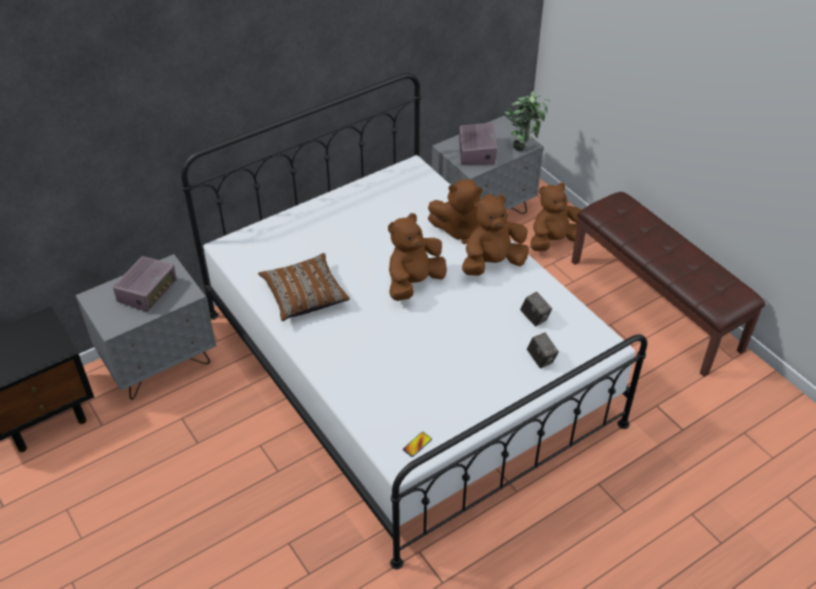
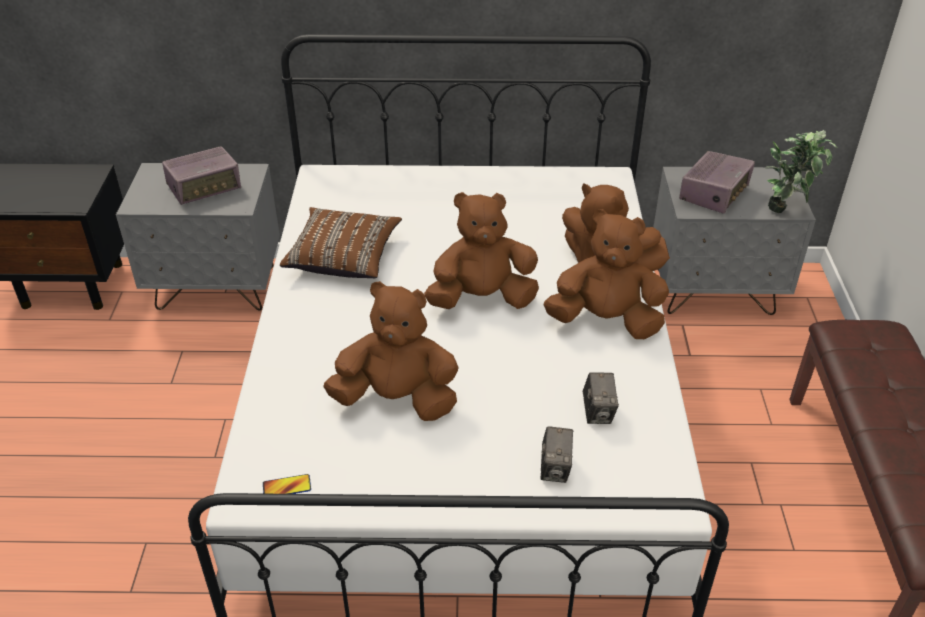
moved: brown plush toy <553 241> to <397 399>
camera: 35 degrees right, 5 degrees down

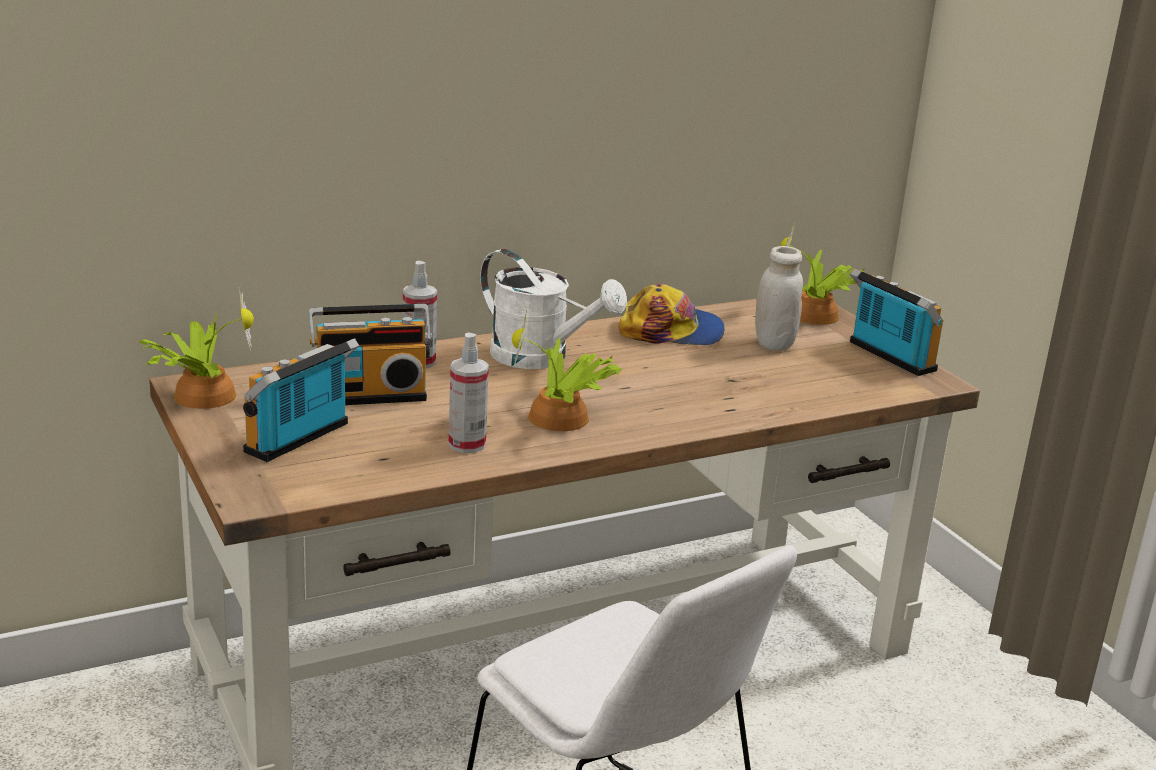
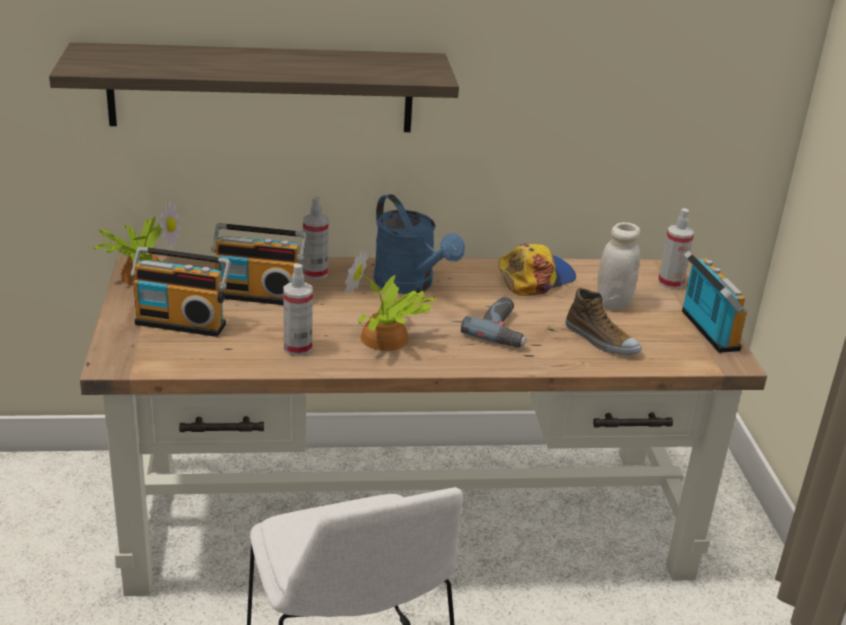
added: shelf <261 88>; power drill <503 330>; shoe <600 340>
replaced: potted plant <816 316> to spray bottle <670 283>
recoloured: white watering can <541 358> to blue watering can <410 285>
turned: radio <301 439> = <182 322> 135 degrees counterclockwise; cap <672 331> = <535 278> 60 degrees counterclockwise
camera: 20 degrees right, 5 degrees up

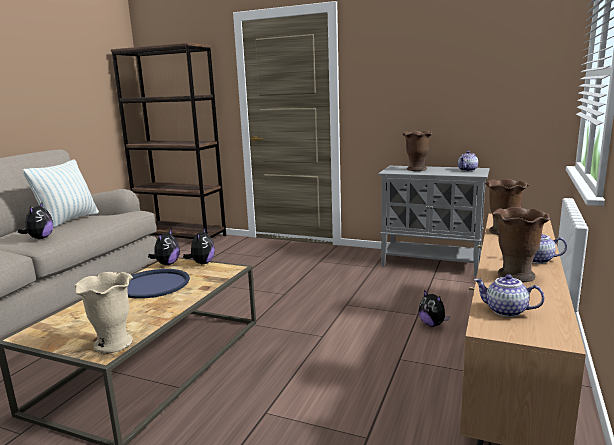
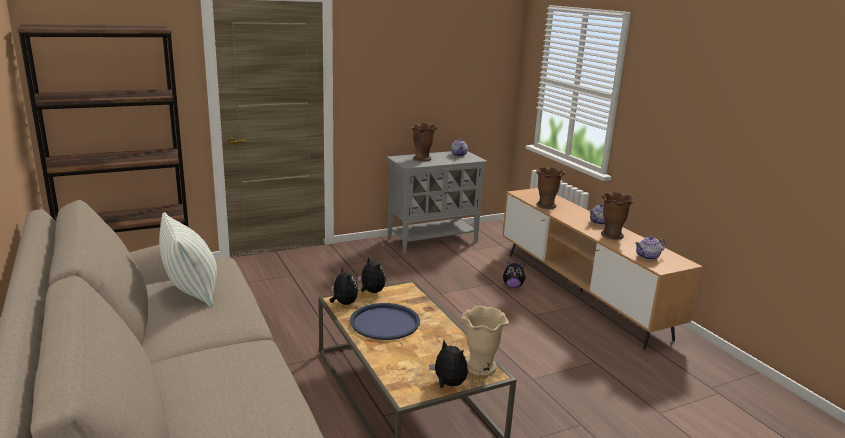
moved: plush toy <40 238> to <448 384>
camera: 50 degrees left, 5 degrees up

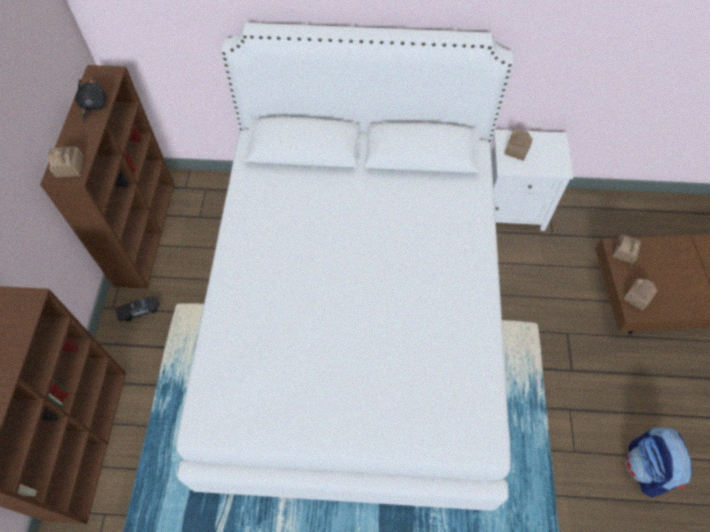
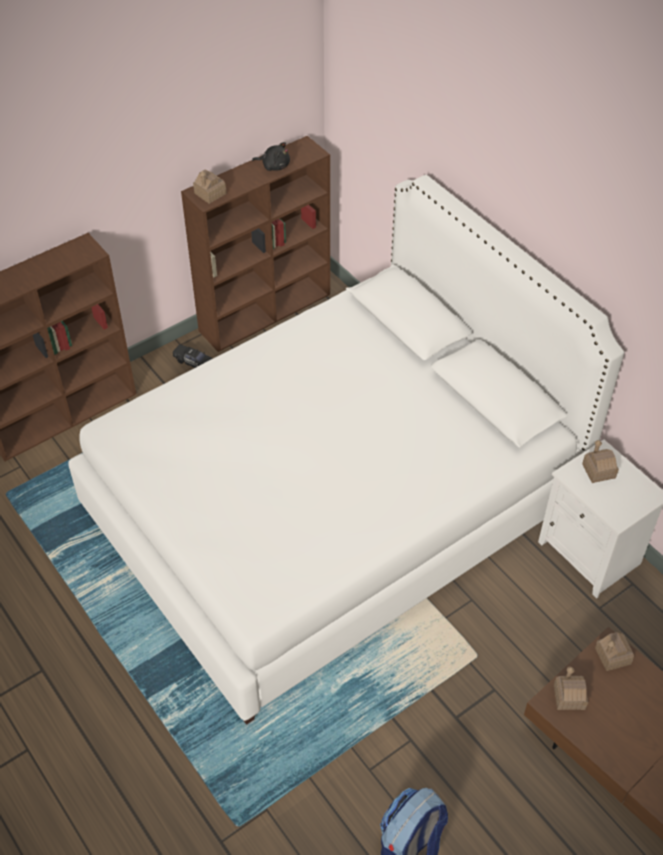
turned: black plush toy <93 106> = <274 166> 45 degrees clockwise
camera: 50 degrees right, 10 degrees down

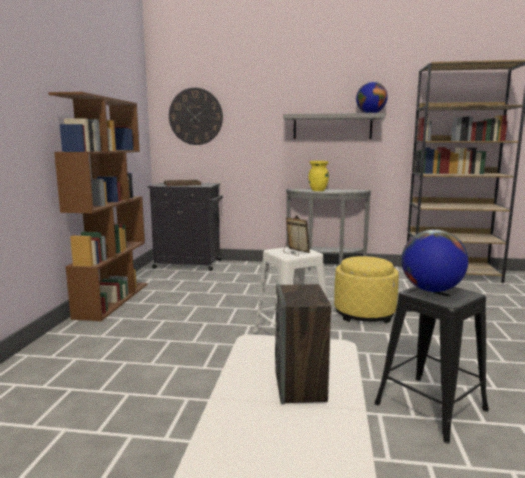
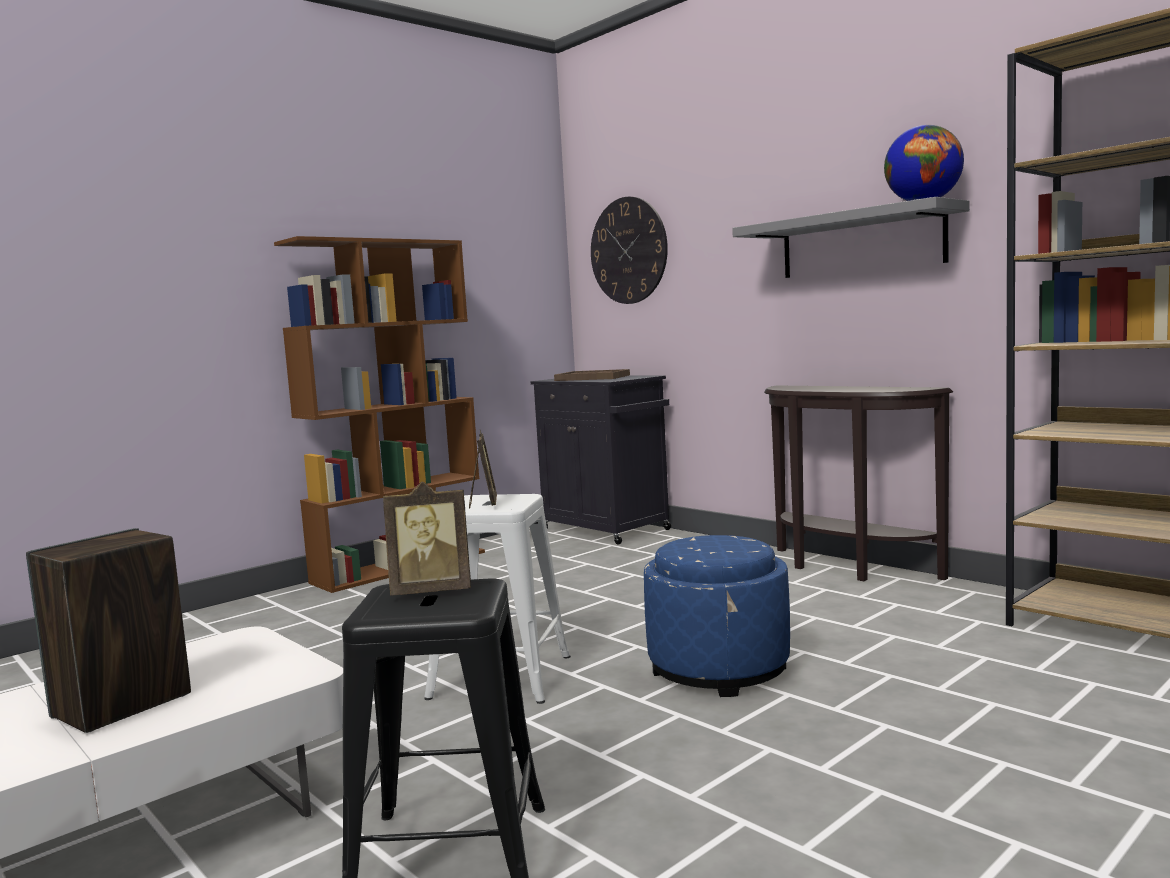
removed: yellow vase <318 190>
replaced: globe <431 290> to picture frame <432 591>
recoloured: grey console table <325 267> to brown console table <845 568>; yellow ottoman <364 313> to blue ottoman <718 669>
camera: 40 degrees right, 5 degrees down

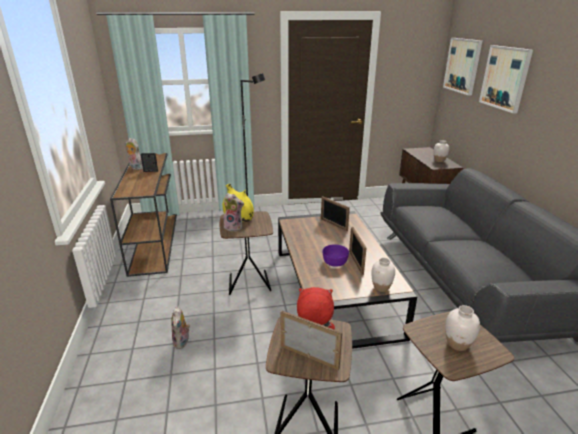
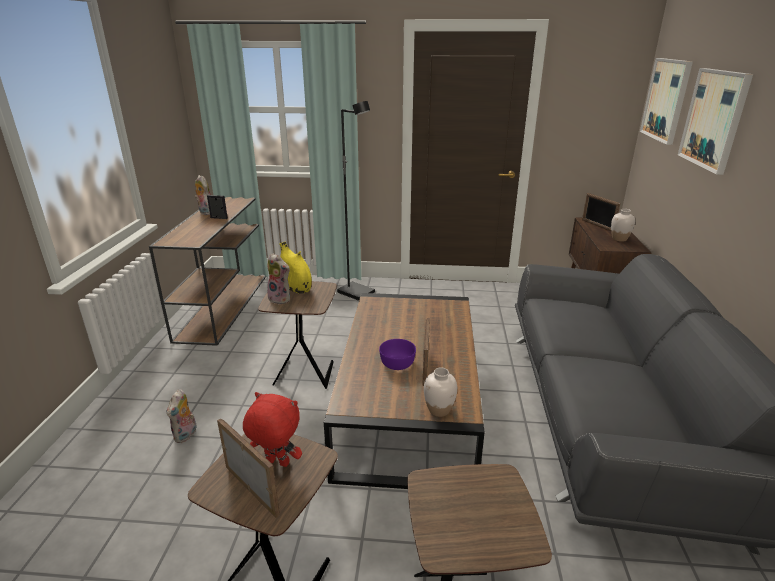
removed: white vase <457 344>
moved: picture frame <333 224> to <597 225>
camera: 15 degrees right, 0 degrees up

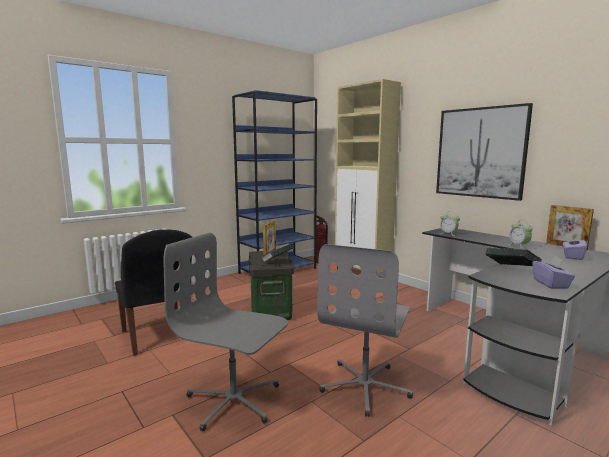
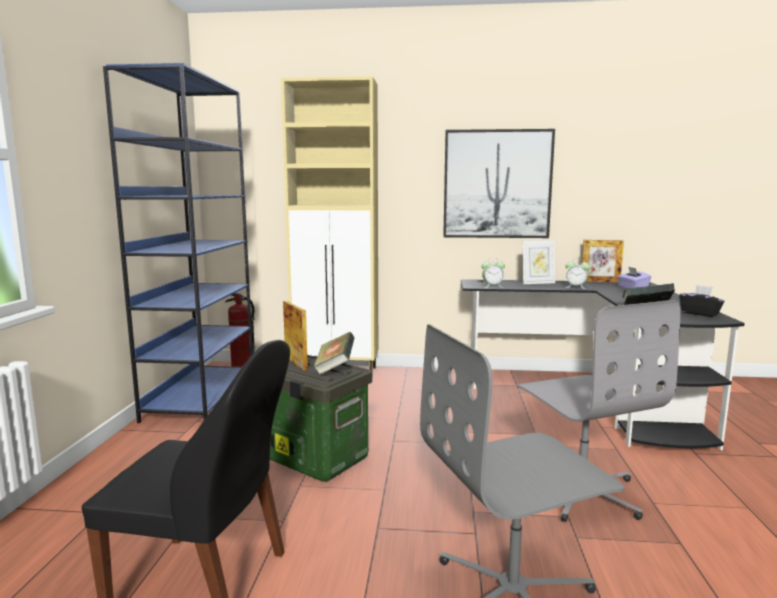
added: picture frame <537 283>
recoloured: purple tissue box <551 284> to black tissue box <700 313>
camera: 45 degrees left, 0 degrees up

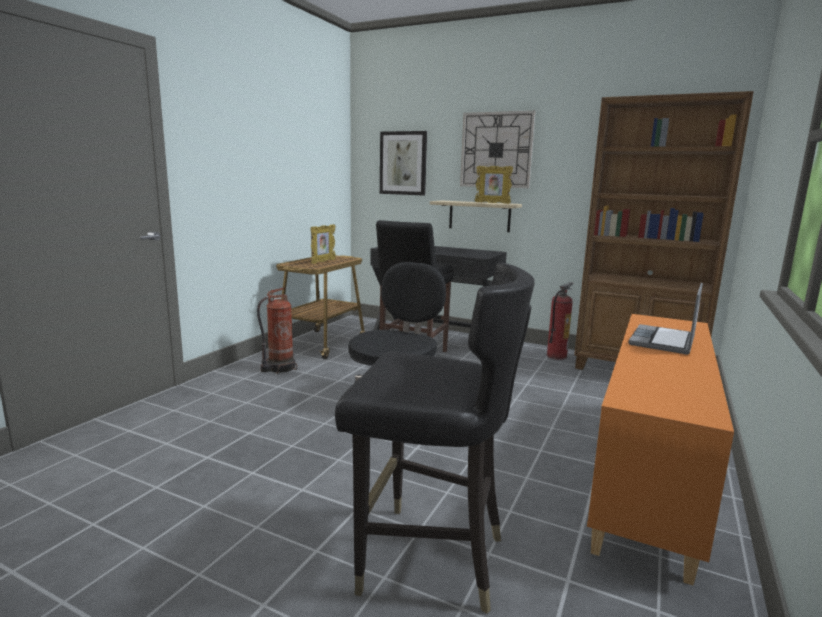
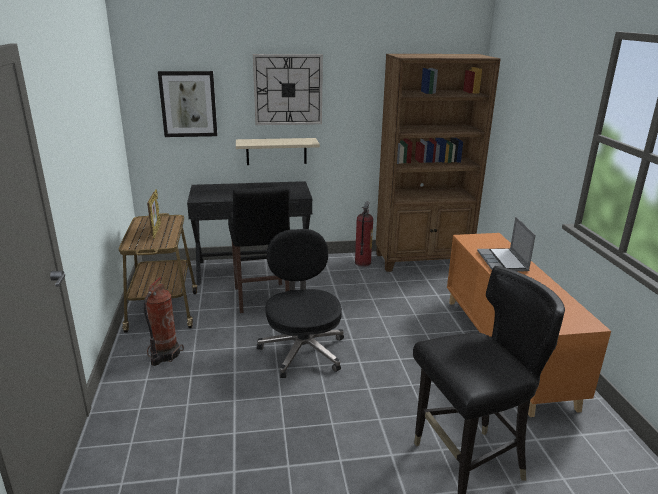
removed: picture frame <492 203>
camera: 35 degrees left, 10 degrees up

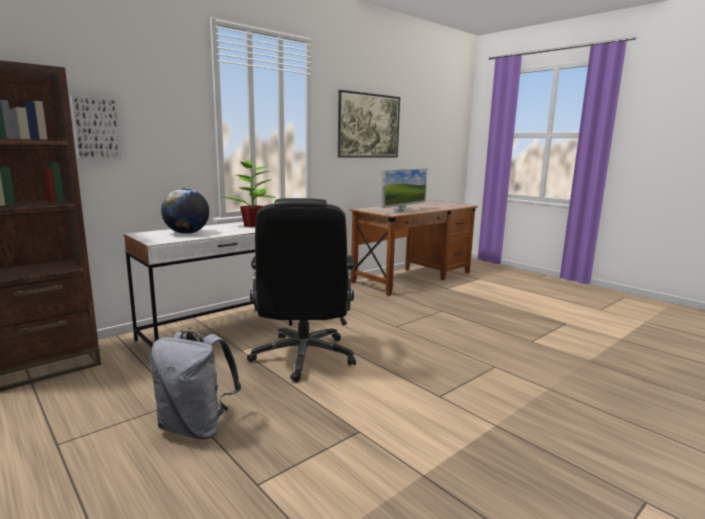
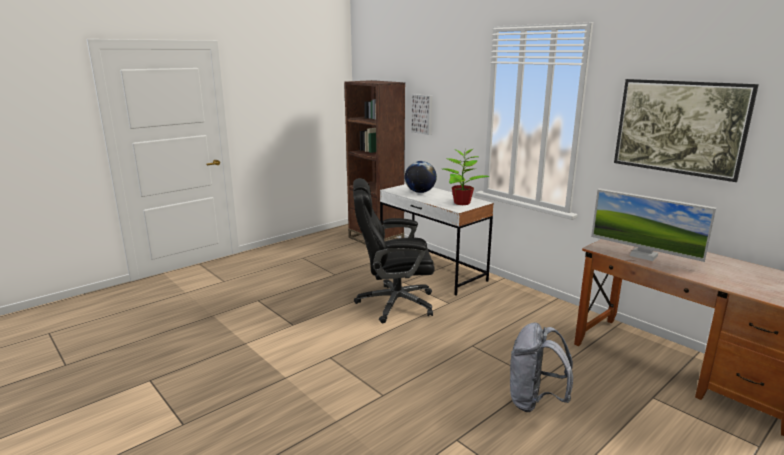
moved: grey backpack <196 427> to <534 401>
camera: 90 degrees right, 5 degrees up

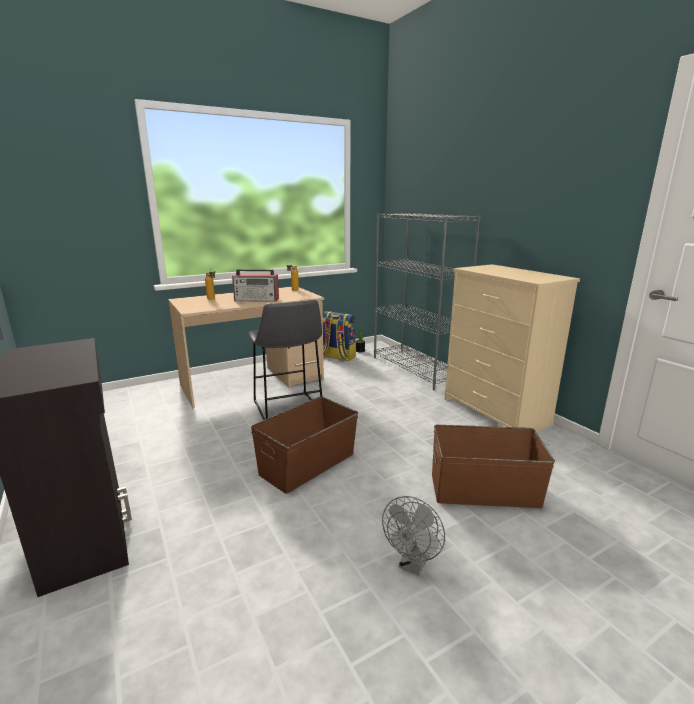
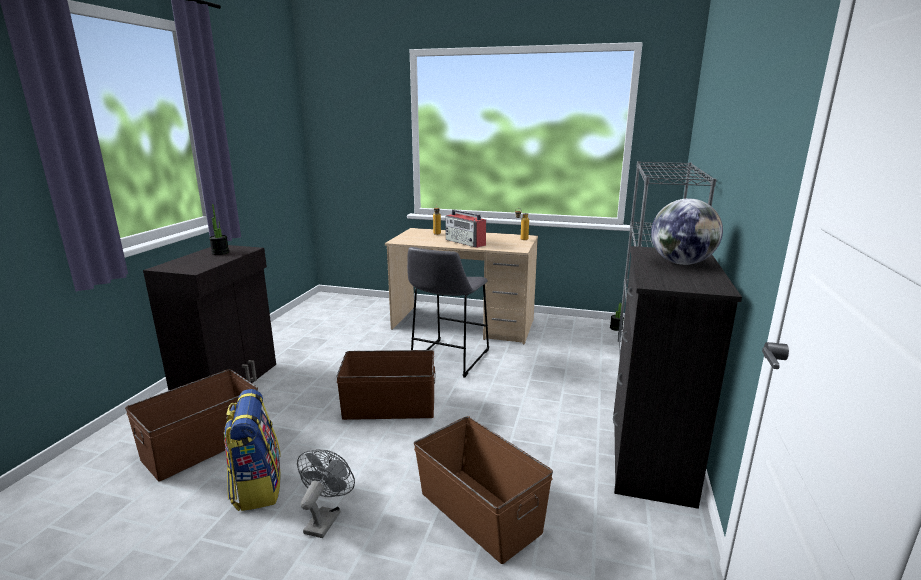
added: brown storage box <204 446>; potted plant <220 252>; globe <681 263>
moved: backpack <338 357> to <257 487>
recoloured: beige dresser <495 412> to black dresser <649 456>
turned: grey fan <413 564> = <325 518> 120 degrees clockwise
camera: 45 degrees right, 0 degrees up

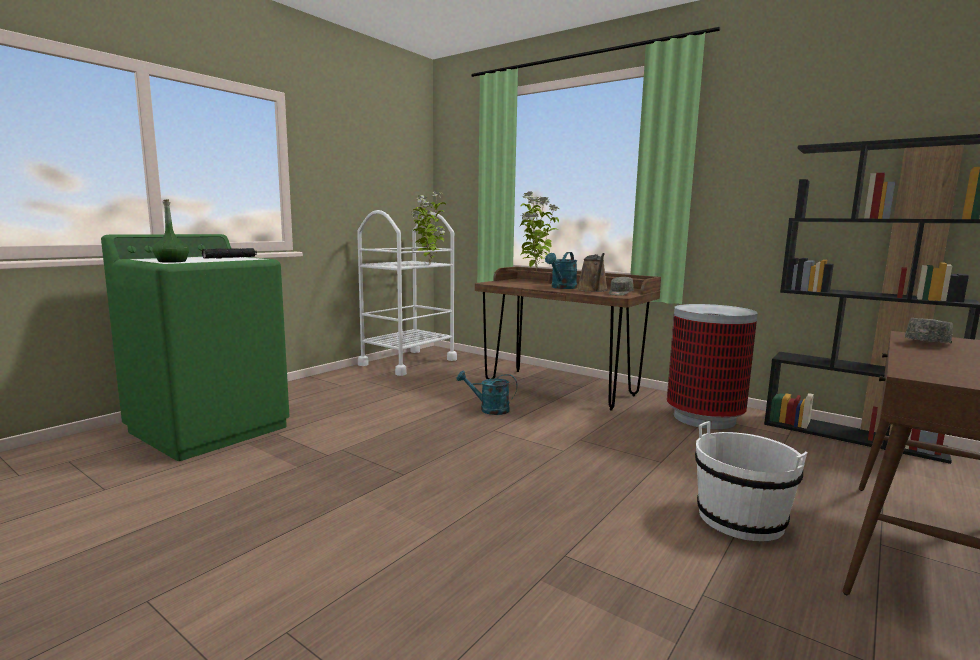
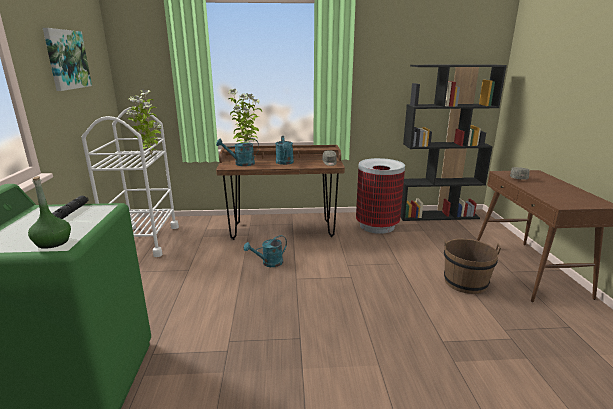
removed: brown watering can <593 290>
added: picture <66 59>; turquoise watering can <241 163>
recoloured: white bucket <740 519> to brown bucket <465 282>
camera: 40 degrees left, 10 degrees up

